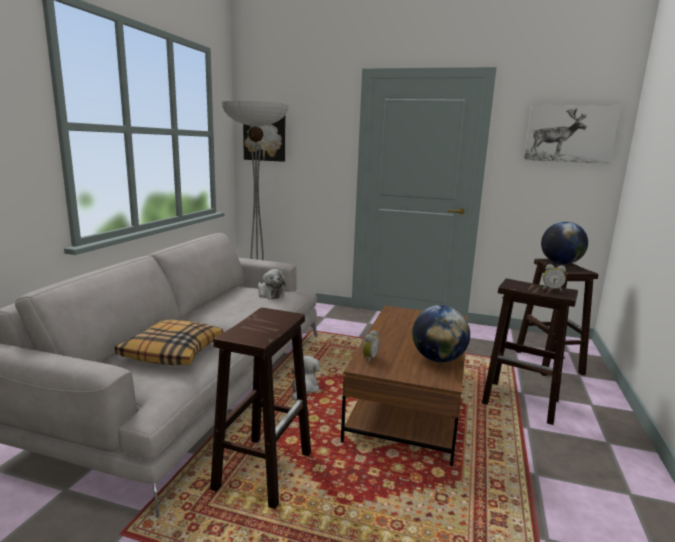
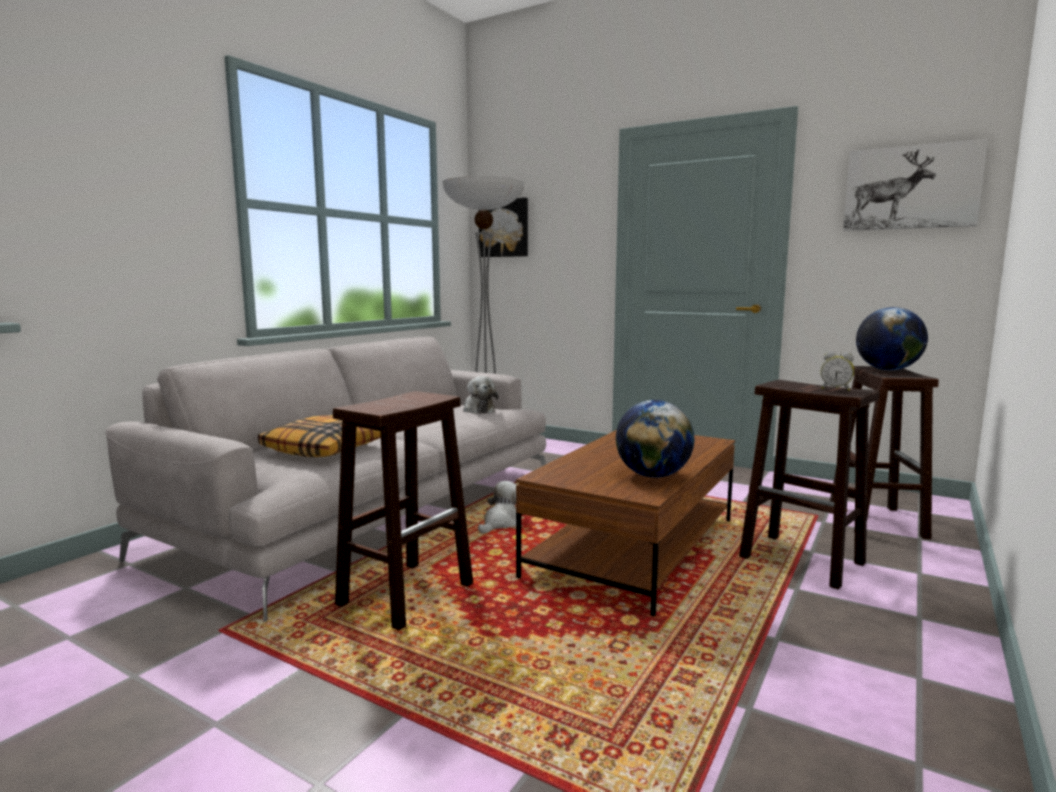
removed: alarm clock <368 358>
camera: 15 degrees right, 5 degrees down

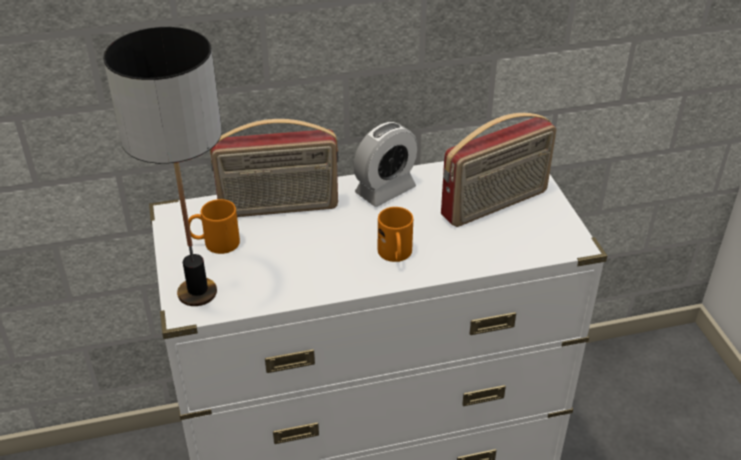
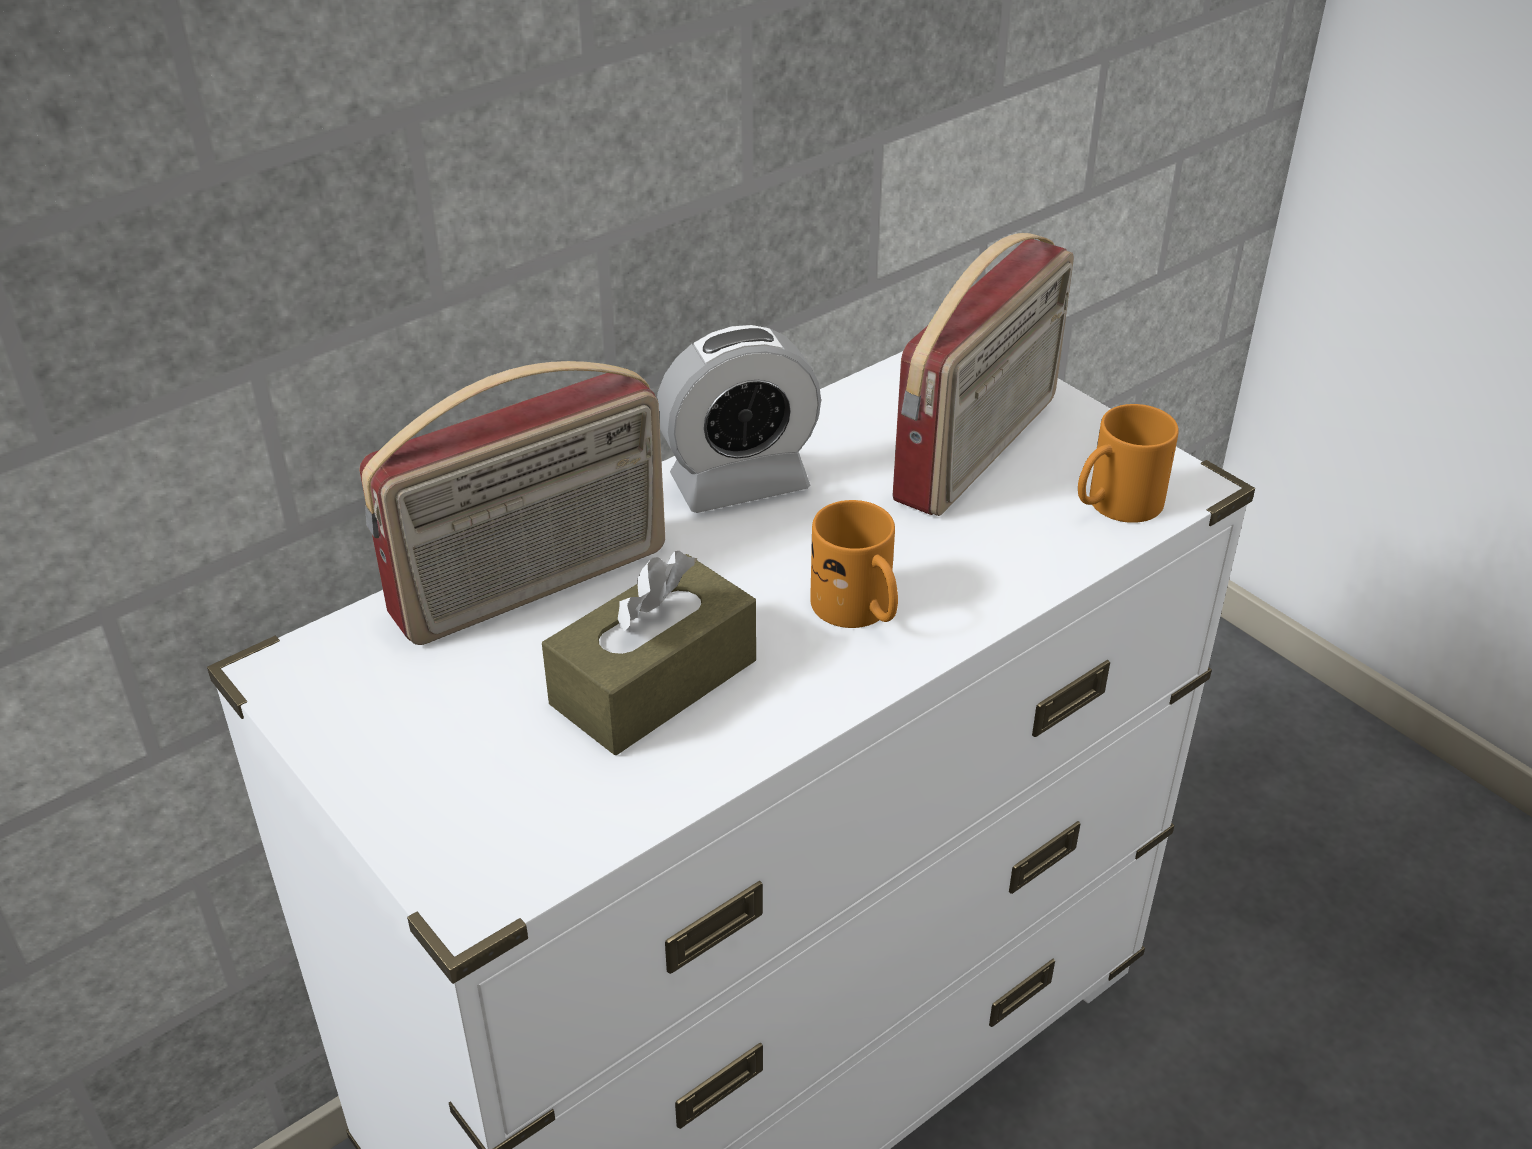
removed: table lamp <198 293>
added: brown tissue box <654 682>
moved: orange mug <214 243> to <1114 506>
turned: alarm clock <385 190> = <739 483> 45 degrees clockwise
camera: 25 degrees left, 0 degrees up

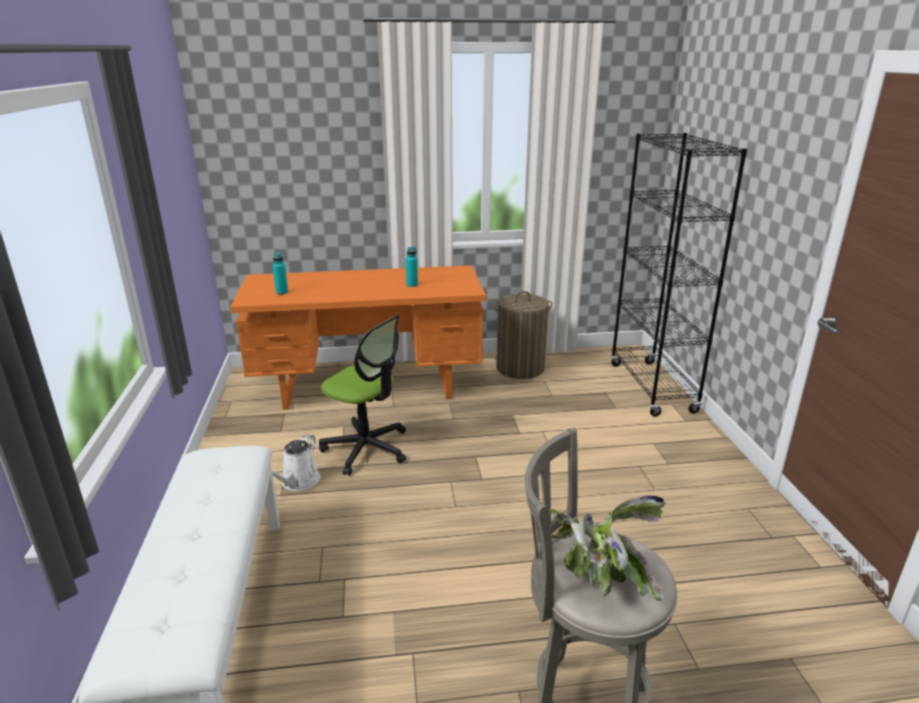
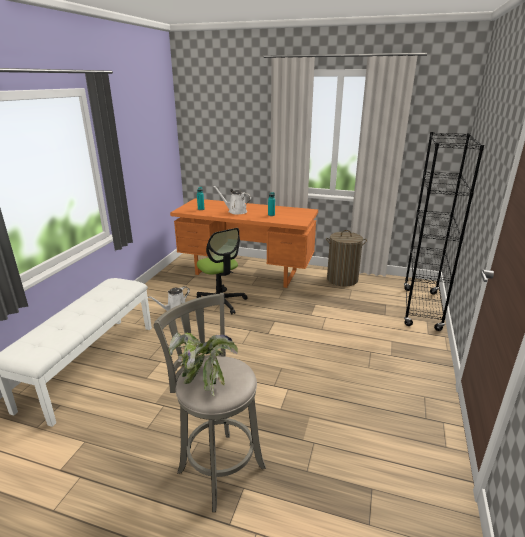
added: white watering can <235 211>
camera: 25 degrees right, 0 degrees up

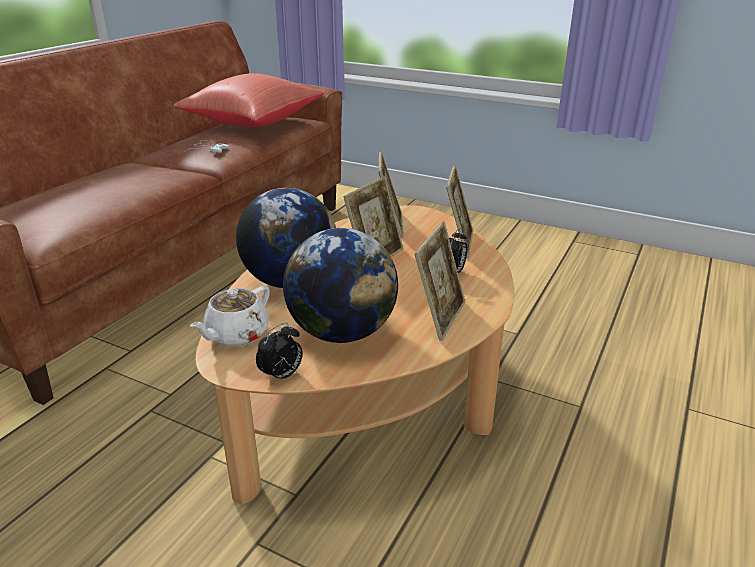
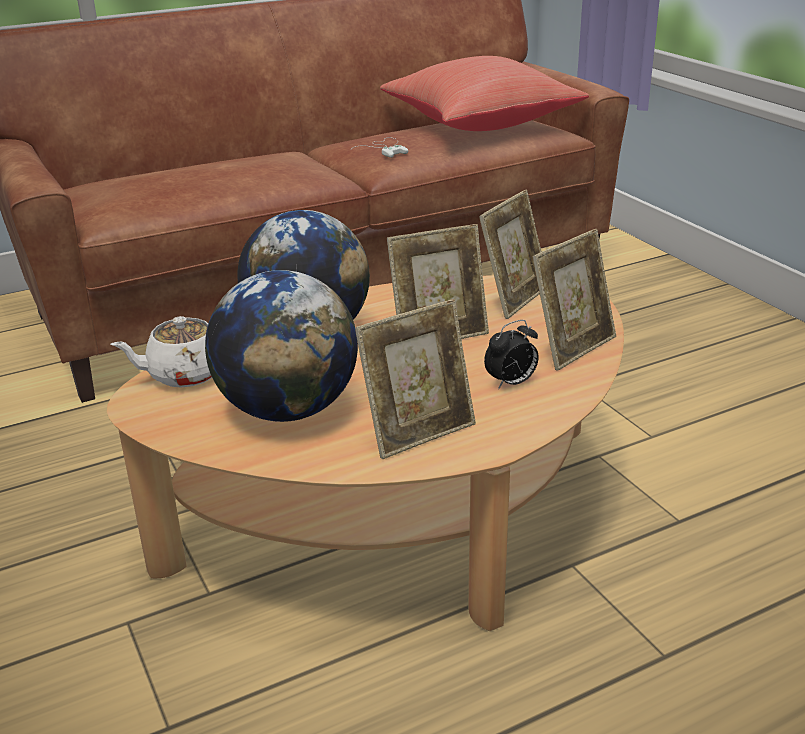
removed: alarm clock <282 376>
camera: 35 degrees right, 0 degrees up

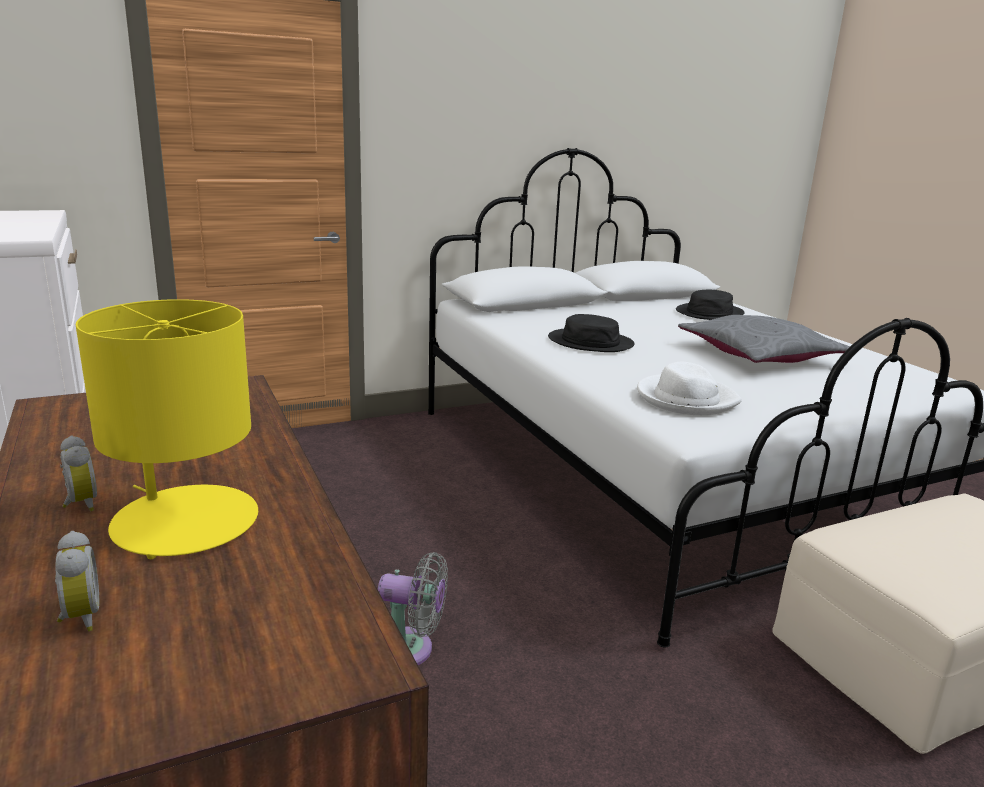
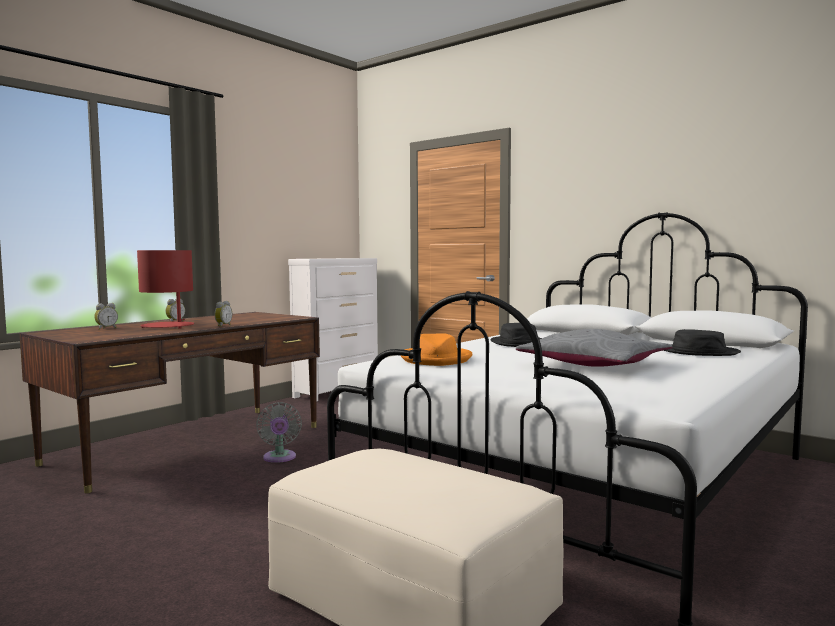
added: alarm clock <222 326>
recoloured: yellow table lamp <184 522> to red table lamp <168 326>; white hat <685 399> to orange hat <436 359>
camera: 65 degrees right, 15 degrees down

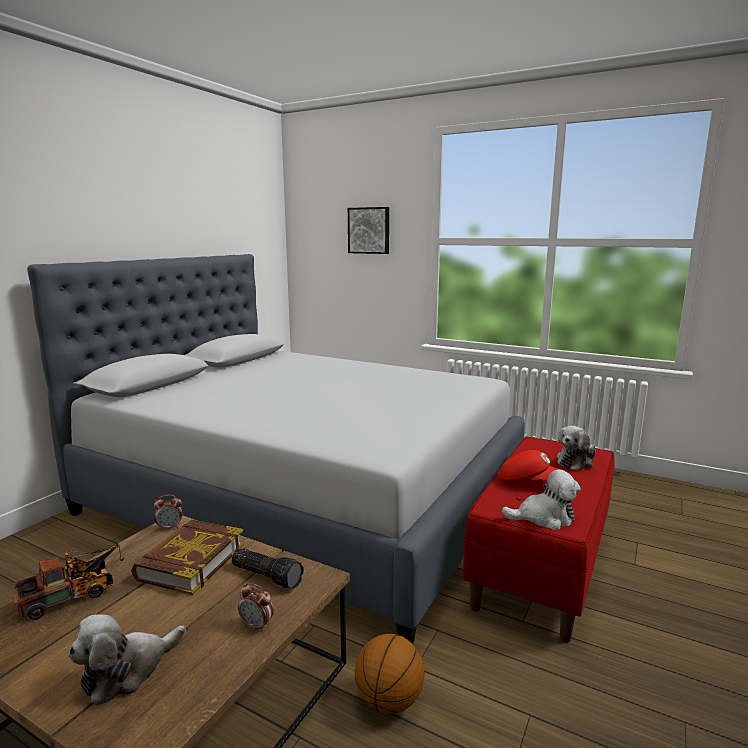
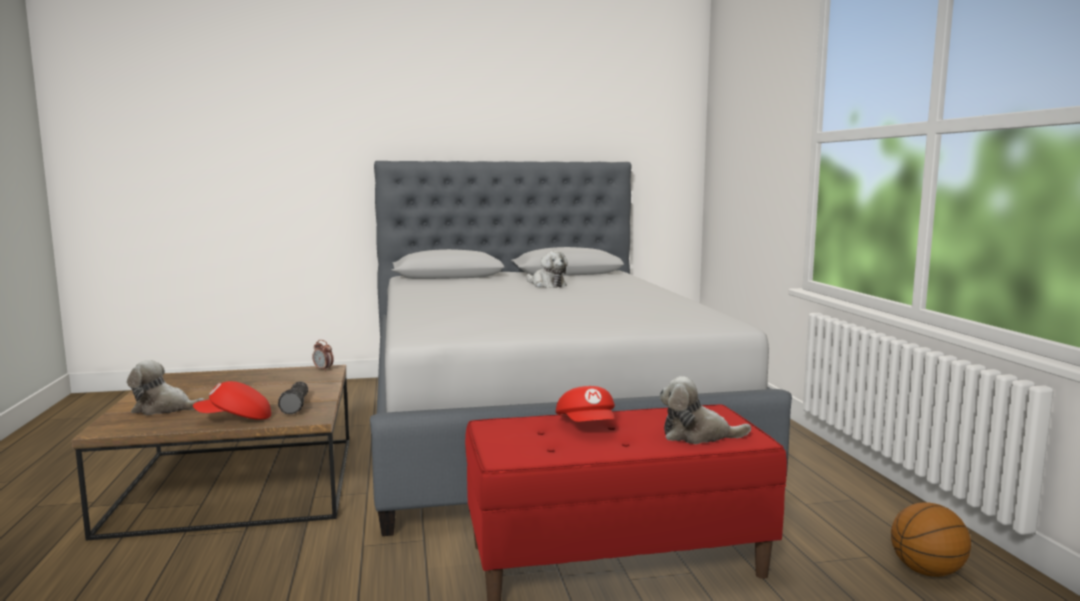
removed: toy truck <74 595>; book <190 561>; picture <369 230>
moved: basketball <389 700> to <927 571>; plush toy <544 517> to <546 285>
replaced: alarm clock <257 625> to red cap <235 419>
camera: 50 degrees right, 5 degrees down

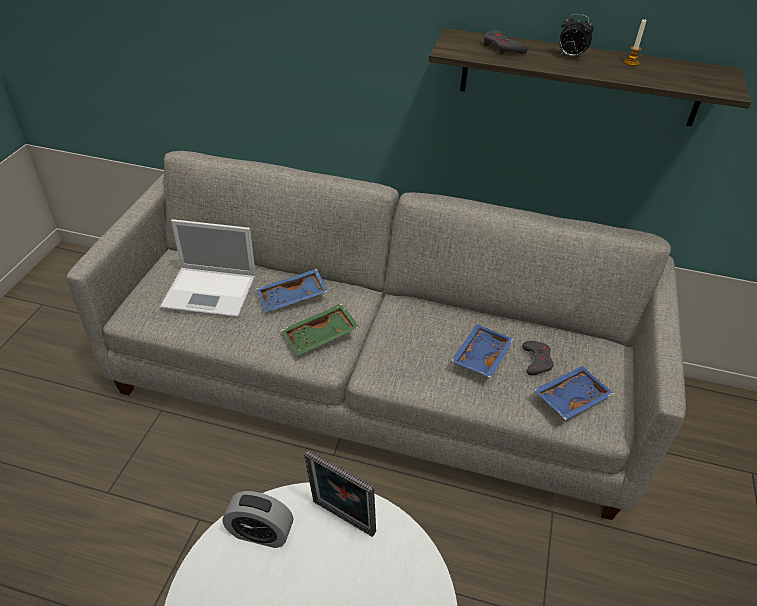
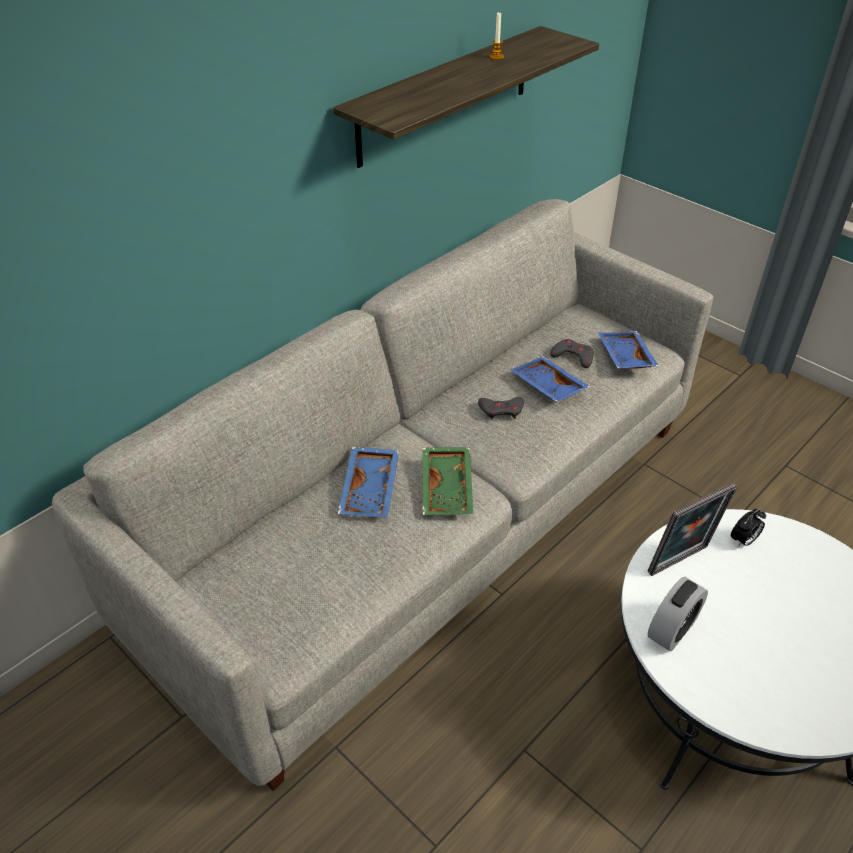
removed: laptop <211 292>
moved: grey game controller <502 48> to <501 410>; alarm clock <570 56> to <743 541>
camera: 60 degrees left, 0 degrees up

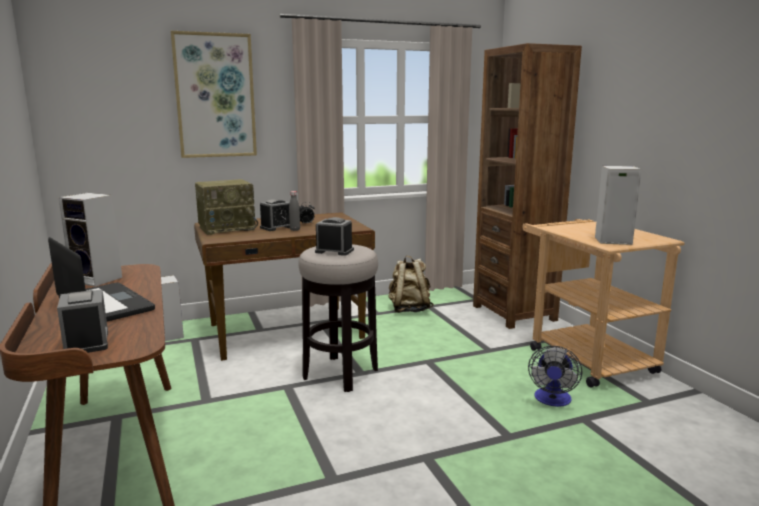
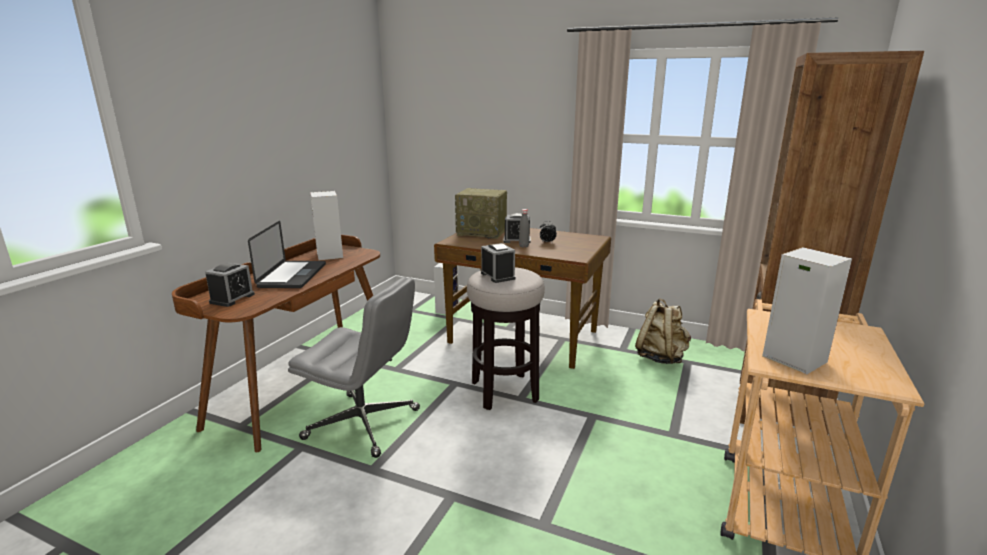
removed: picture <215 96>; fan <552 400>
added: grey office chair <364 424>
camera: 45 degrees right, 5 degrees up

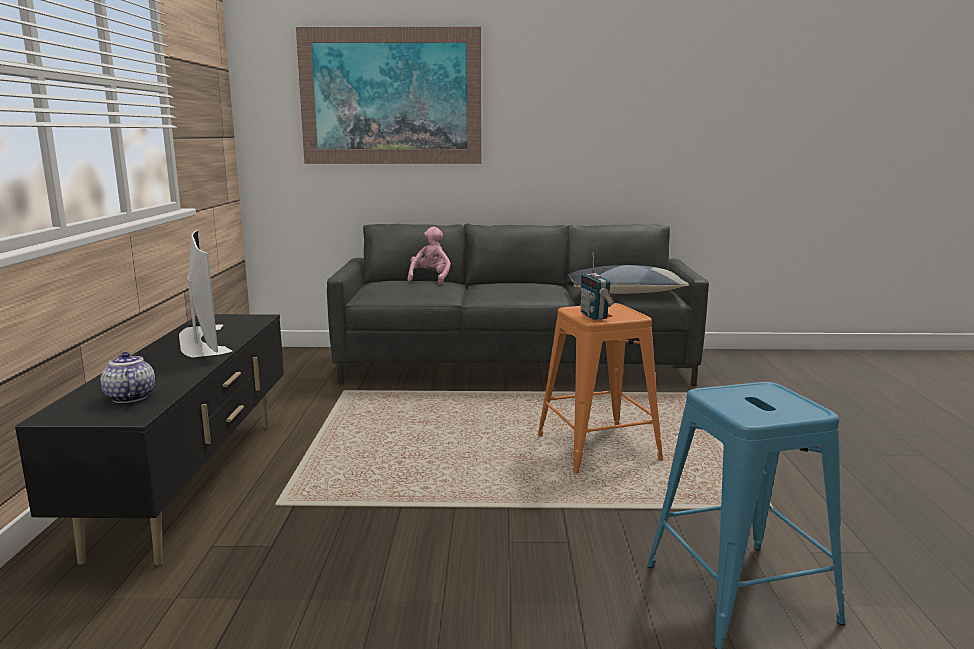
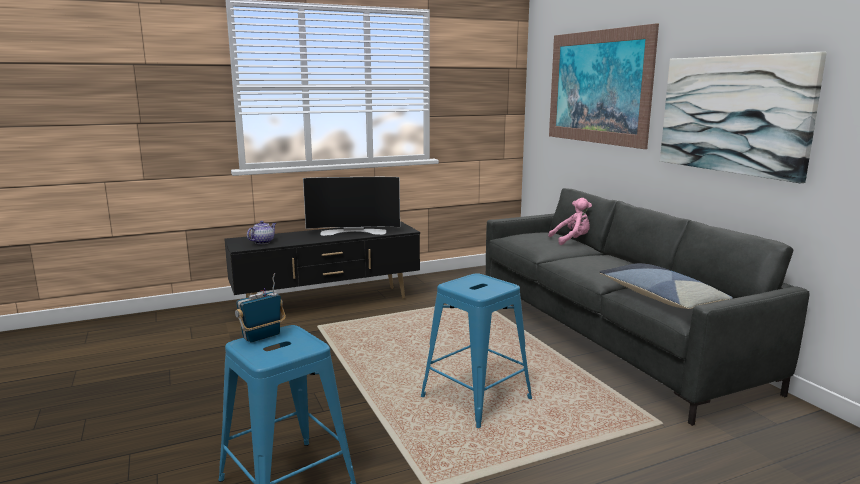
added: picture <733 114>
moved: radio <594 316> to <262 337>
recoloured: orange stool <598 448> to blue stool <476 398>
turned: television <199 340> = <354 231> 45 degrees clockwise
camera: 65 degrees right, 0 degrees up

